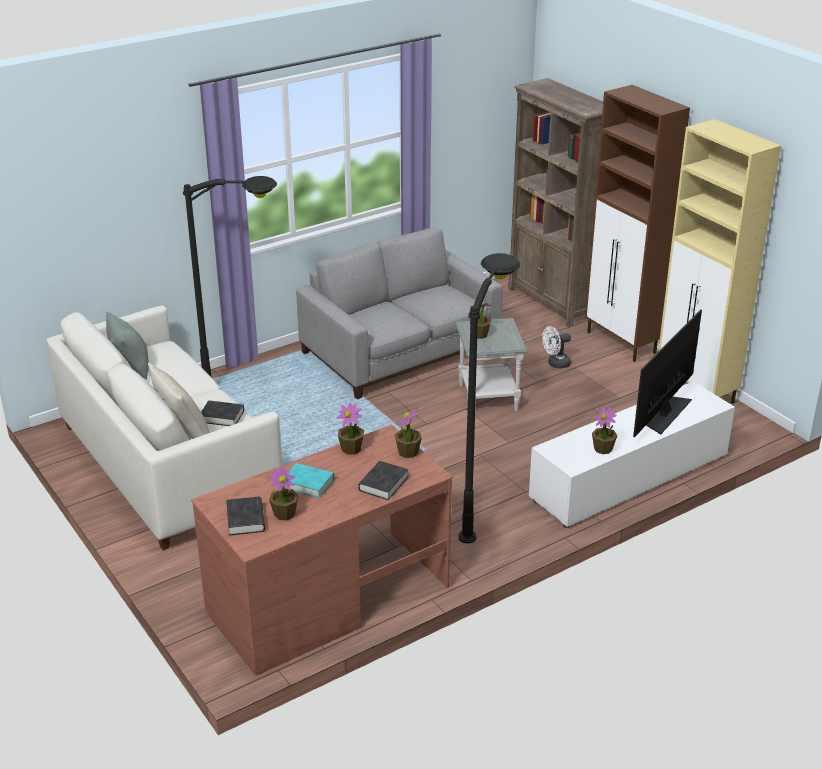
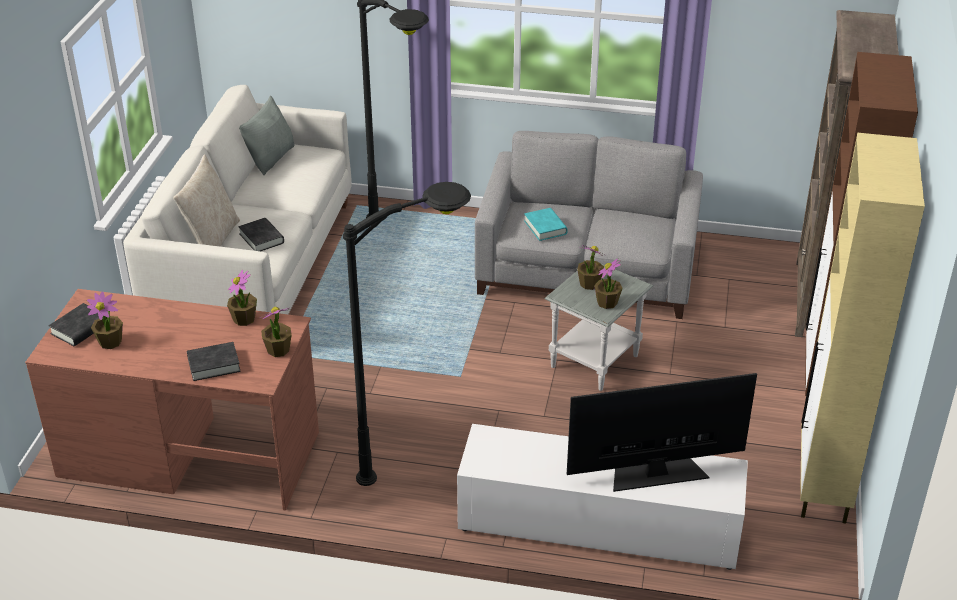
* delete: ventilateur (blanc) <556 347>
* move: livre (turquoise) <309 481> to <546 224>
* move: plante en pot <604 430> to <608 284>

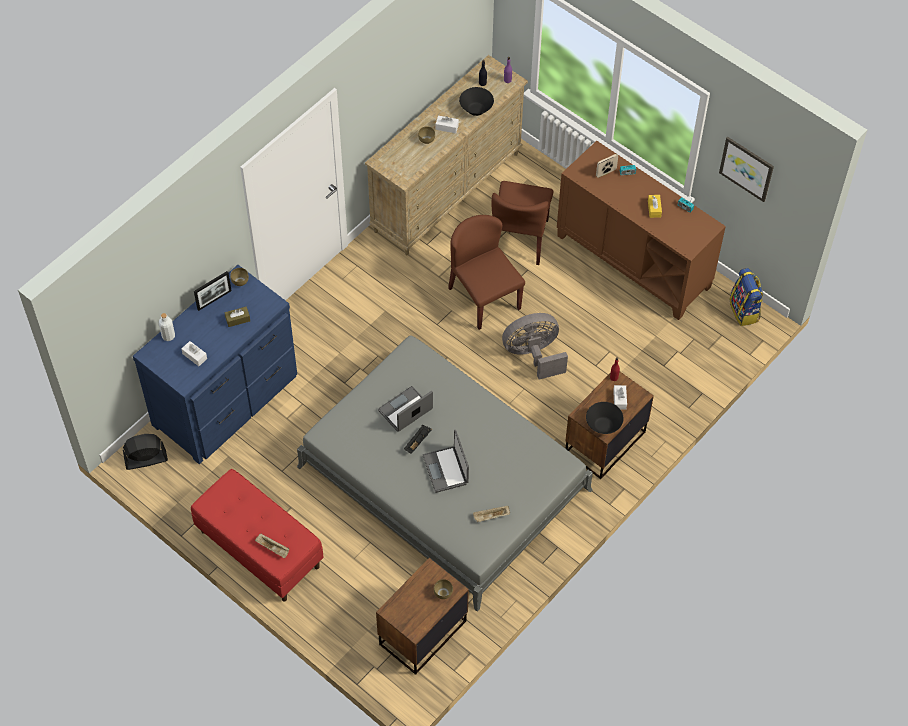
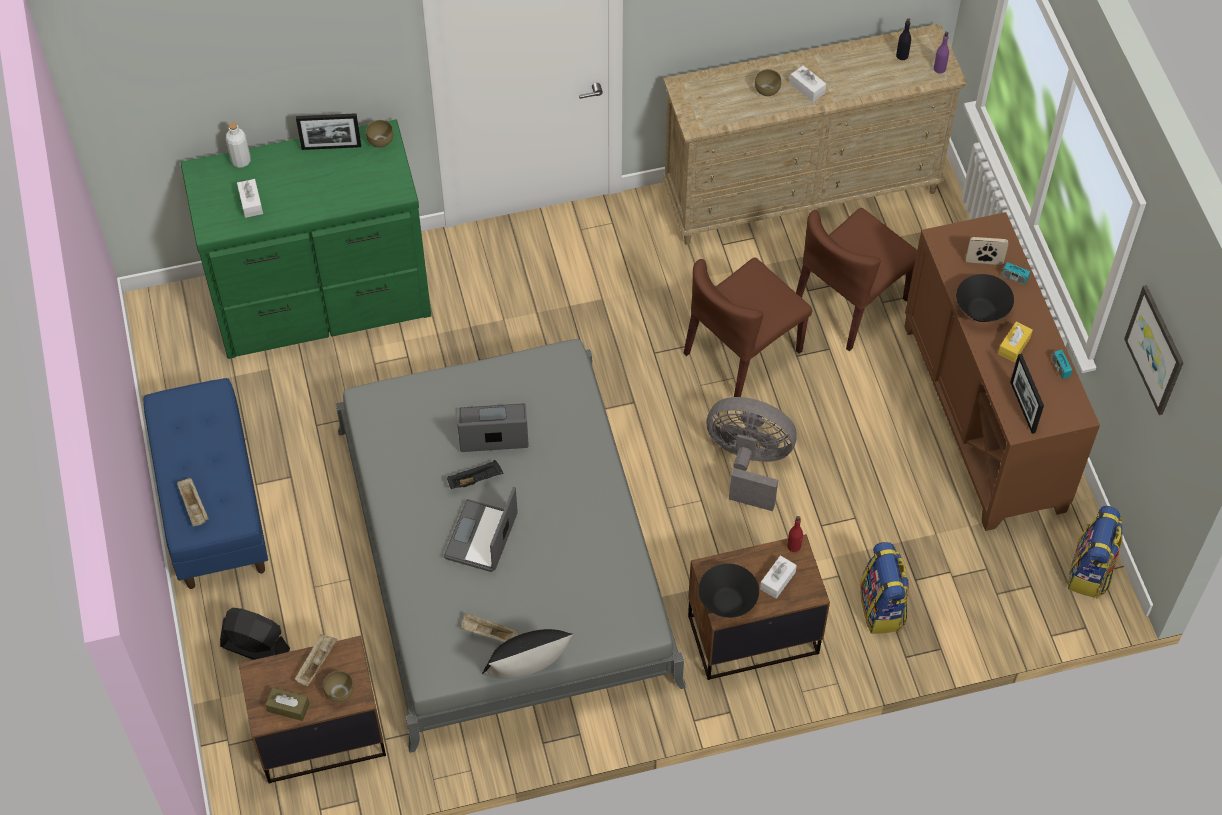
* insert: plateau (beige) <316 660>
* insert: coussin (noir) <527 654>
* insert: sac à dos <884 588>
* insert: cadre photo <1027 394>
* move: ventilateur (noir) <145 452> to <255 634>
* move: boîte à mouchoirs (marron) <237 317> to <287 704>
* move: bol (noir) <476 101> to <985 298>
* recolor: commode (bleu) <215 364> to commode (vert) <306 239>
* recolor: banc (rouge) <257 535> to banc (bleu) <206 483>
* rotate: chaise (marron) <486 272> = <747 327> 135 degrees counterclockwise

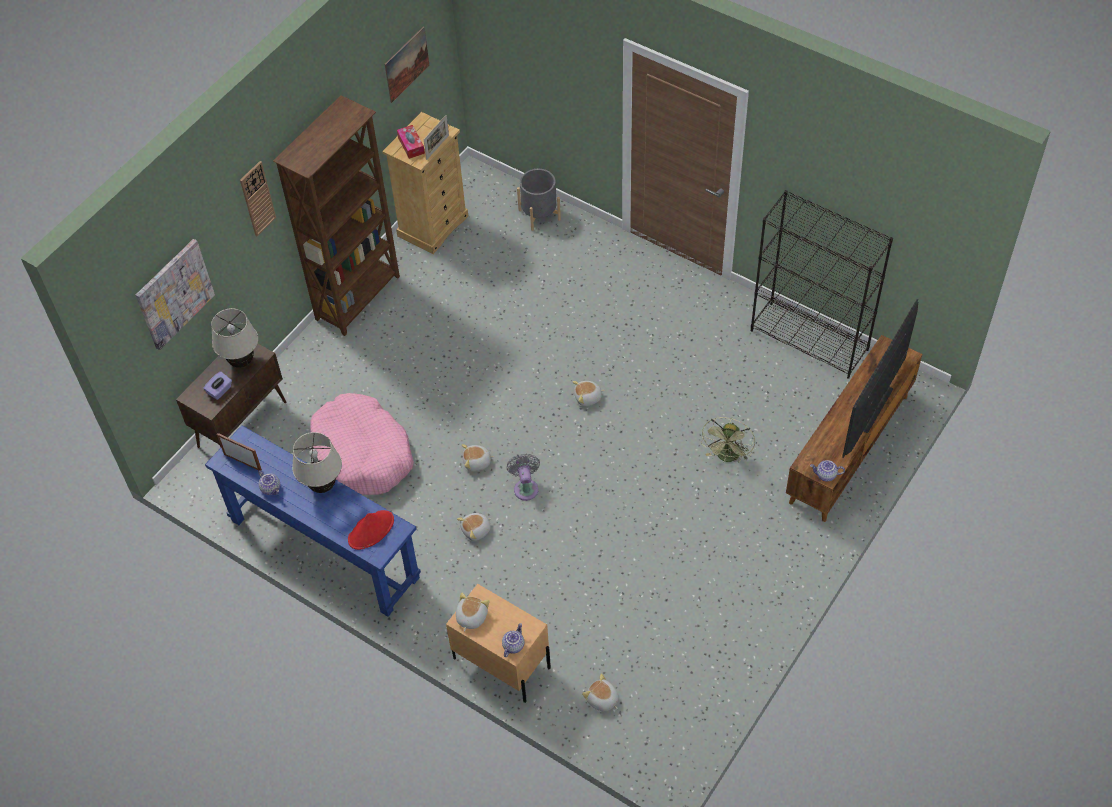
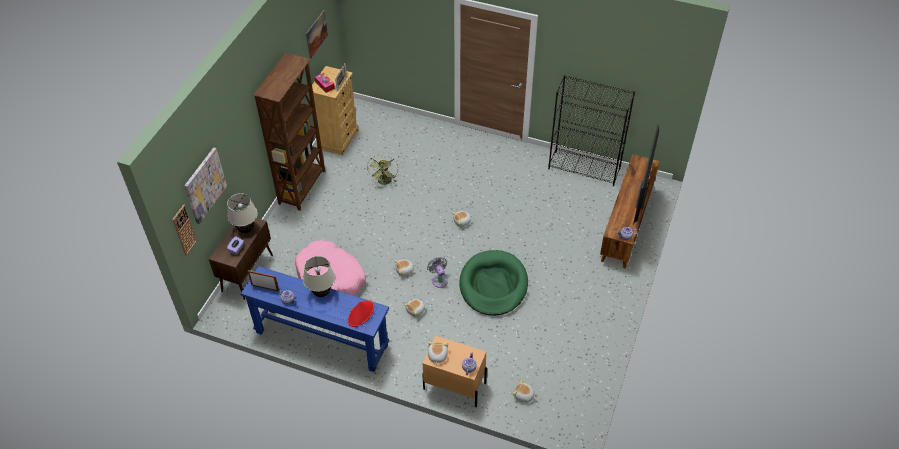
* delete: cache-pot (gris) <539 200>
* insert: panier pour chien (vert) <493 283>
* move: horloge murale <258 198> to <184 230>
* move: ventilateur (vert) <728 440> to <382 170>

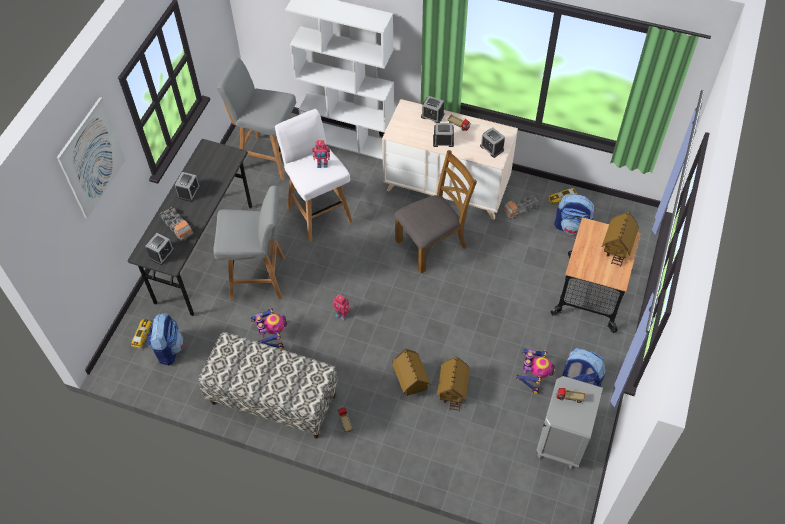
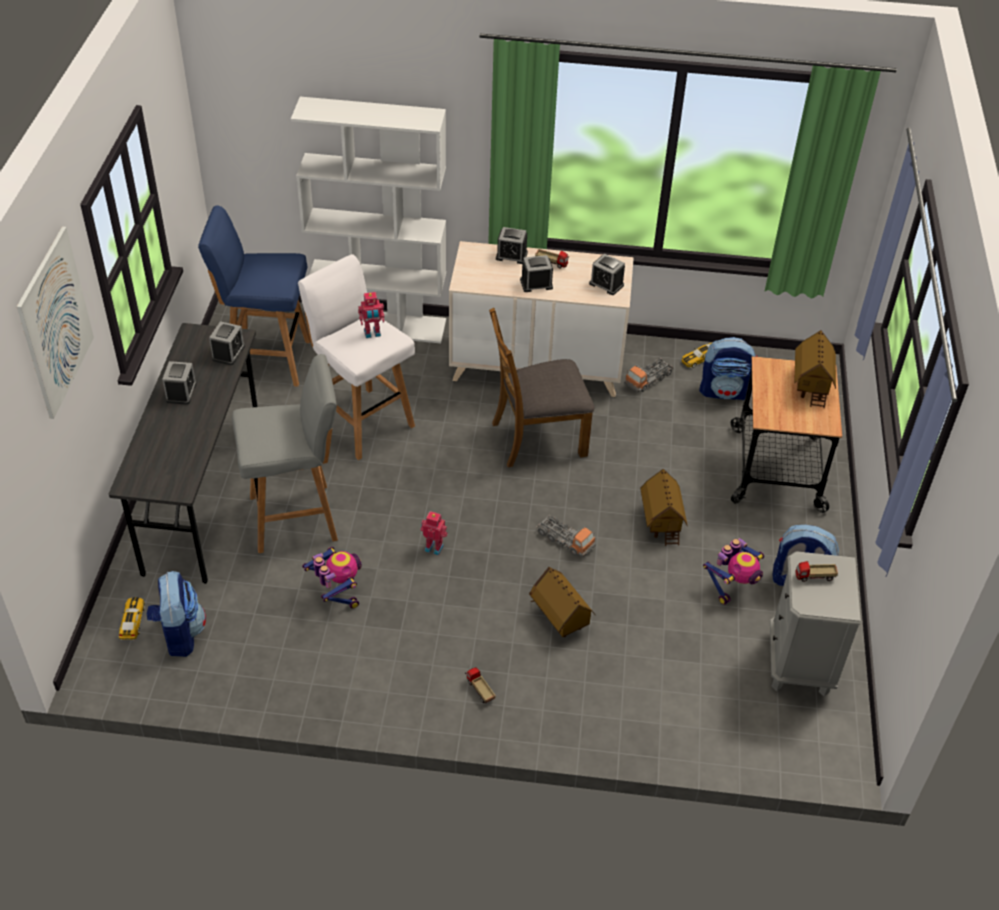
* delete: banc <268 385>
* move: réveil <160 249> to <227 343>
* move: camion jouet <177 224> to <566 535>
* move: maison miniature <453 384> to <664 507>
* recolor: tabouret (gris) <256 119> to tabouret (bleu) <254 296>
* rotate: chaise (marron) <435 211> = <541 387> 150 degrees counterclockwise
* rotate: robot jouet <535 371> = <733 571> 45 degrees clockwise

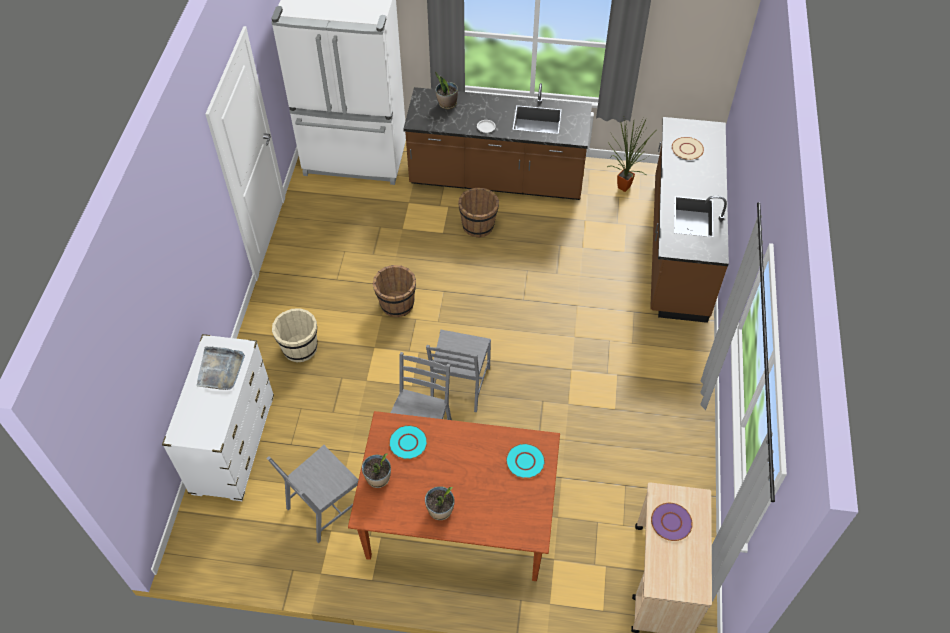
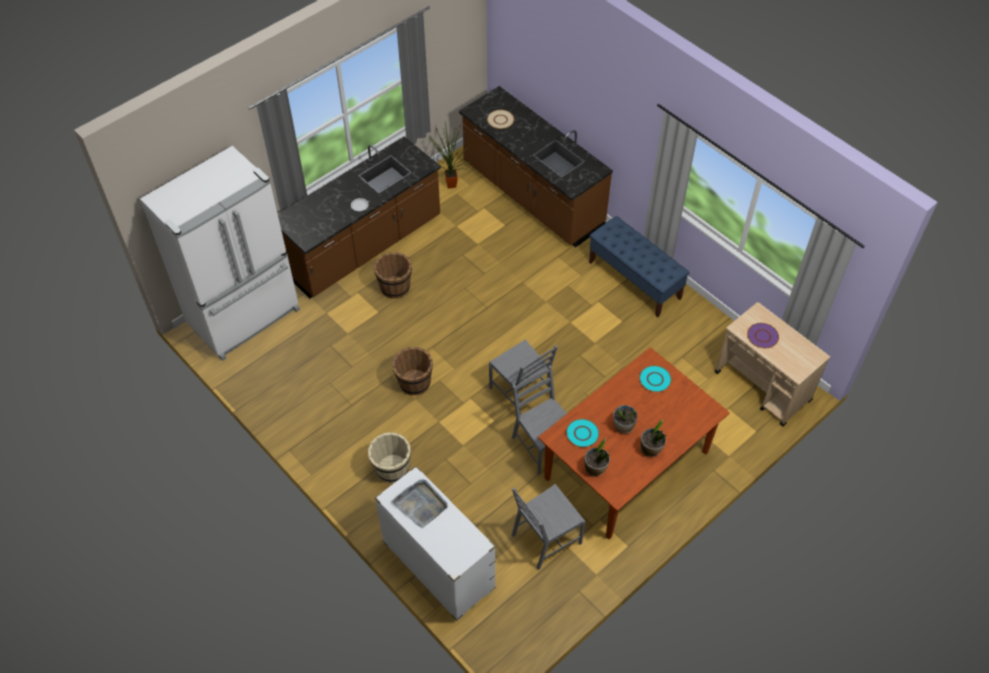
* insert: banc (bleu) <639 267>
* move: plante en pot <446 90> to <625 419>
* rotate: chaise (gris) <313 494> = <548 527> 60 degrees clockwise

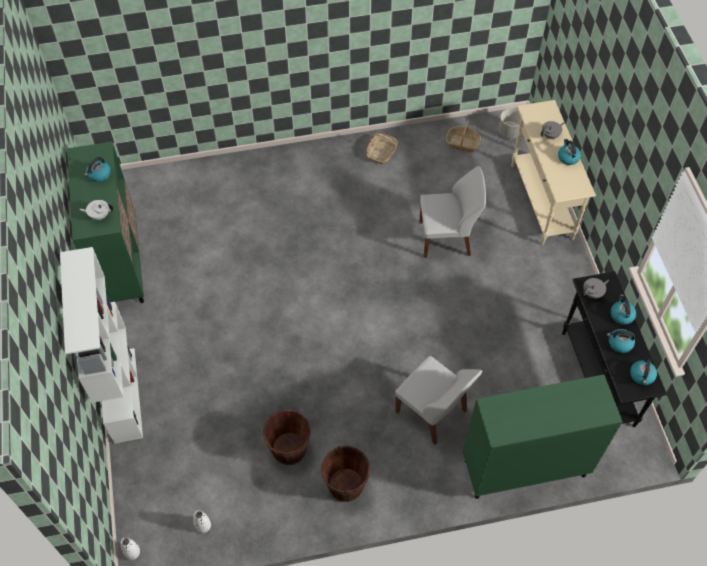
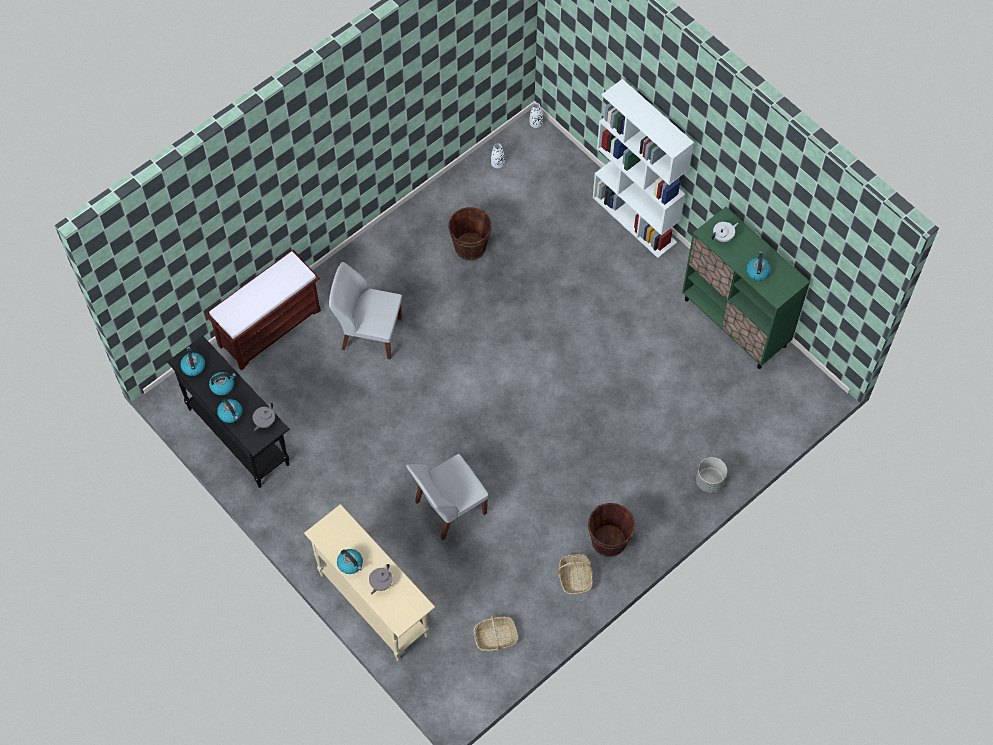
* move: seau (marron) <345 474> to <611 530>
* move: cache-pot (gris) <509 123> to <711 475>
* replace: meuble de rangement (vert) <543 437> to banc (marron) <263 310>

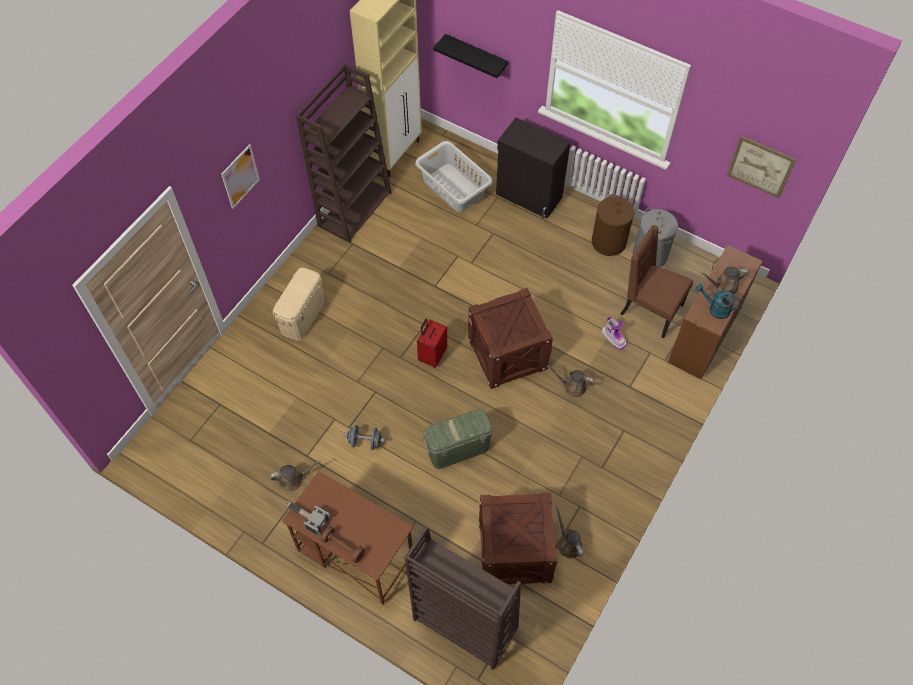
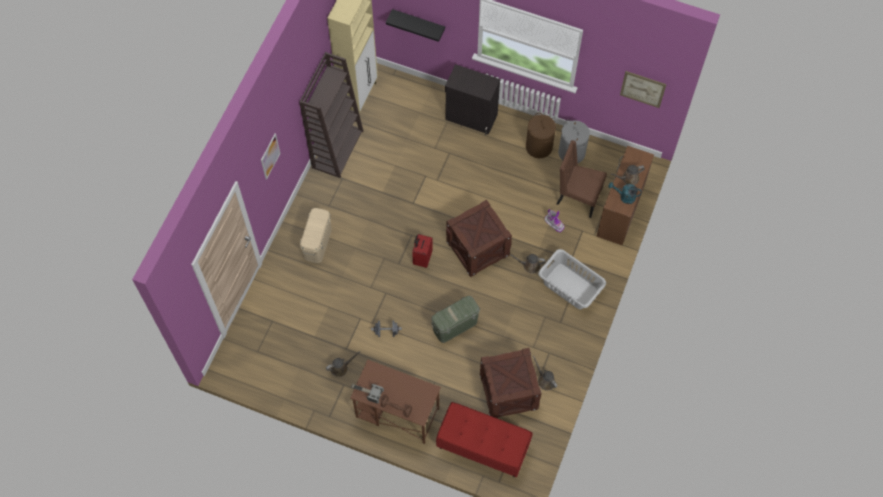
* move: panier à linge (gris) <453 176> to <572 279>
* replace: bibliothèque (marron) <463 597> to banc (rouge) <484 439>

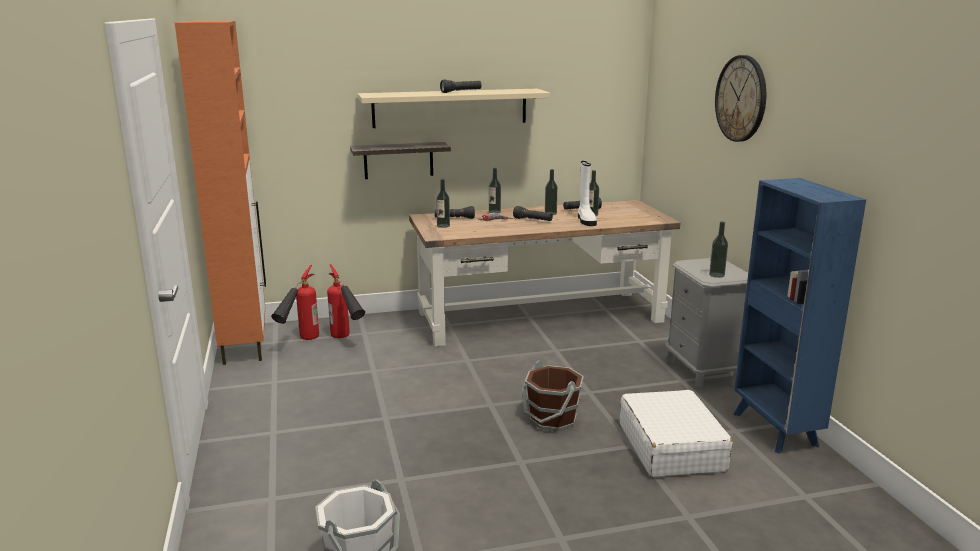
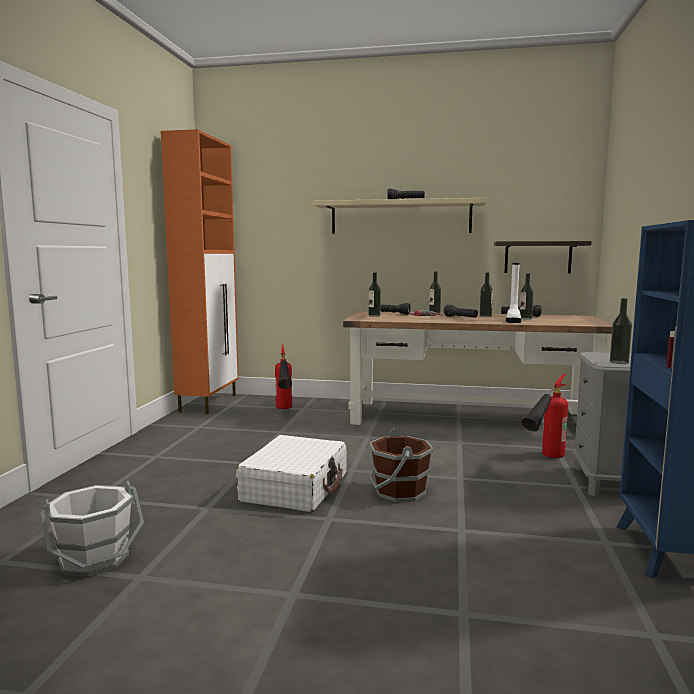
* delete: horloge murale <740 98>
* move: extincteur <295 302> to <545 415>
* move: étagère <400 160> to <543 257>
* move: valise (blanc) <676 433> to <291 473>

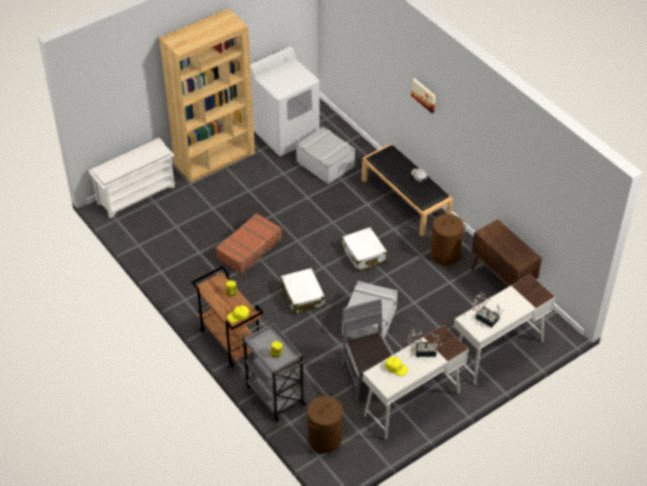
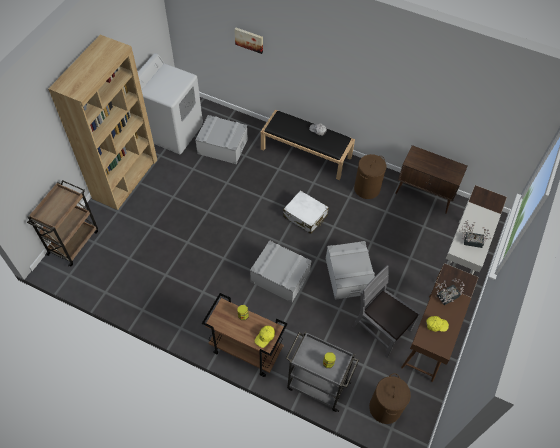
* delete: valise (marron) <248 243>
* move: tableau <423 95> to <249 41>
* replace: étagère à chaussures (blanc) <132 178> to chariot (marron) <62 223>
* replace: valise (blanc) <303 291> to boîte de rangement (gris) <281 271>
* recolor: bureau (blanc) <416 382> to bureau (marron) <440 322>

